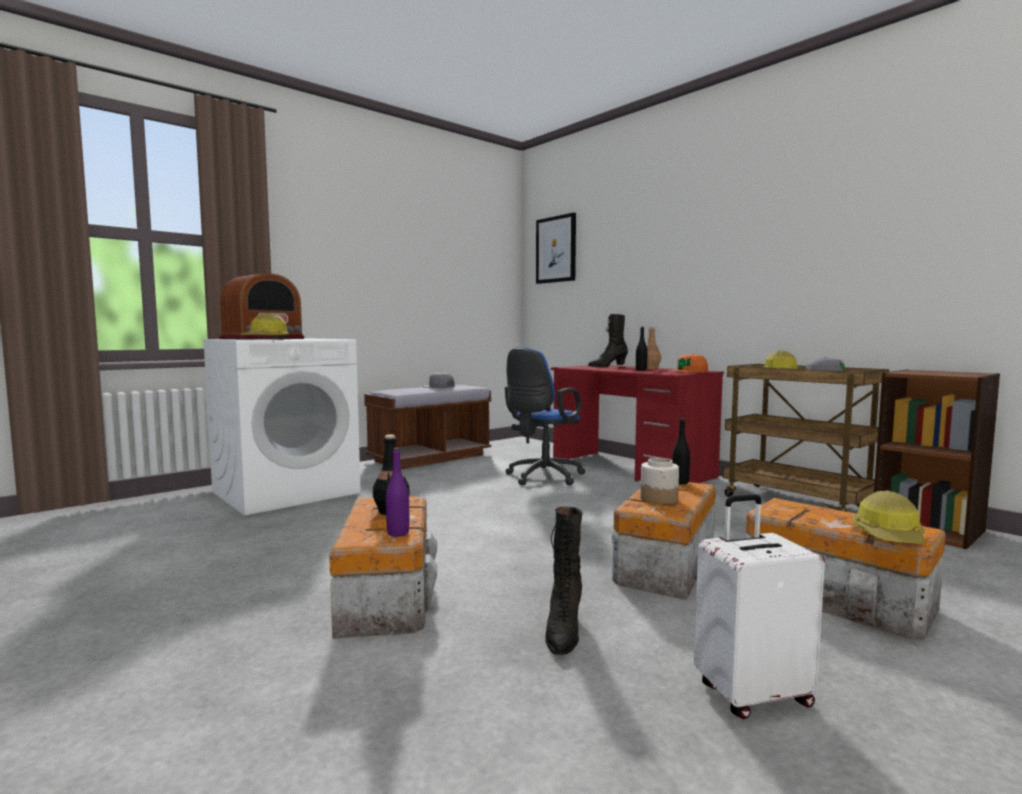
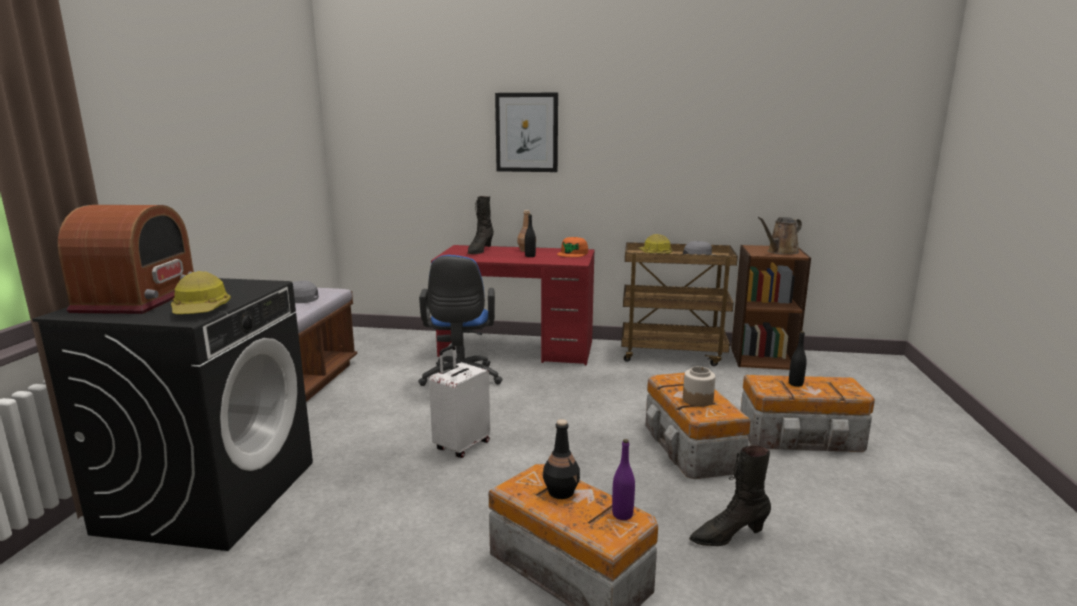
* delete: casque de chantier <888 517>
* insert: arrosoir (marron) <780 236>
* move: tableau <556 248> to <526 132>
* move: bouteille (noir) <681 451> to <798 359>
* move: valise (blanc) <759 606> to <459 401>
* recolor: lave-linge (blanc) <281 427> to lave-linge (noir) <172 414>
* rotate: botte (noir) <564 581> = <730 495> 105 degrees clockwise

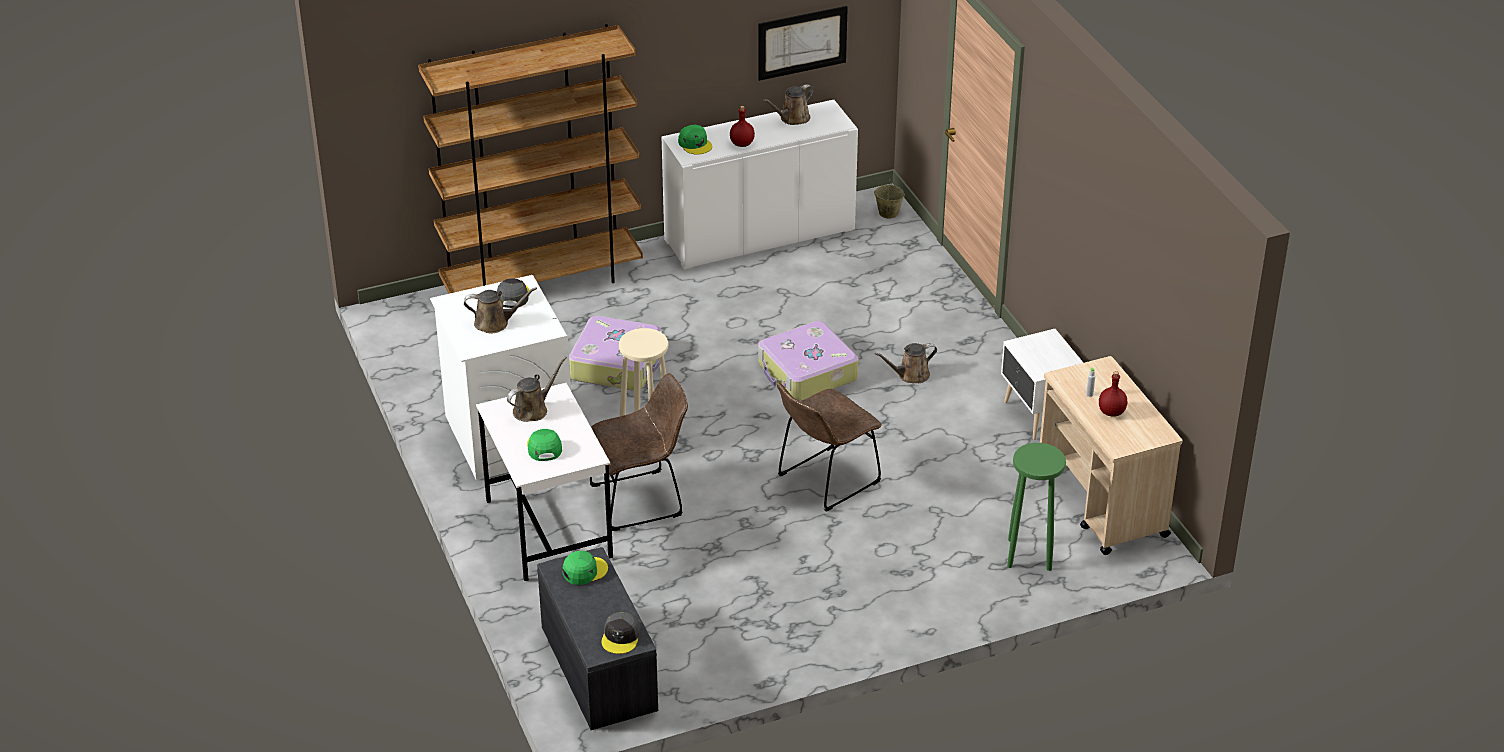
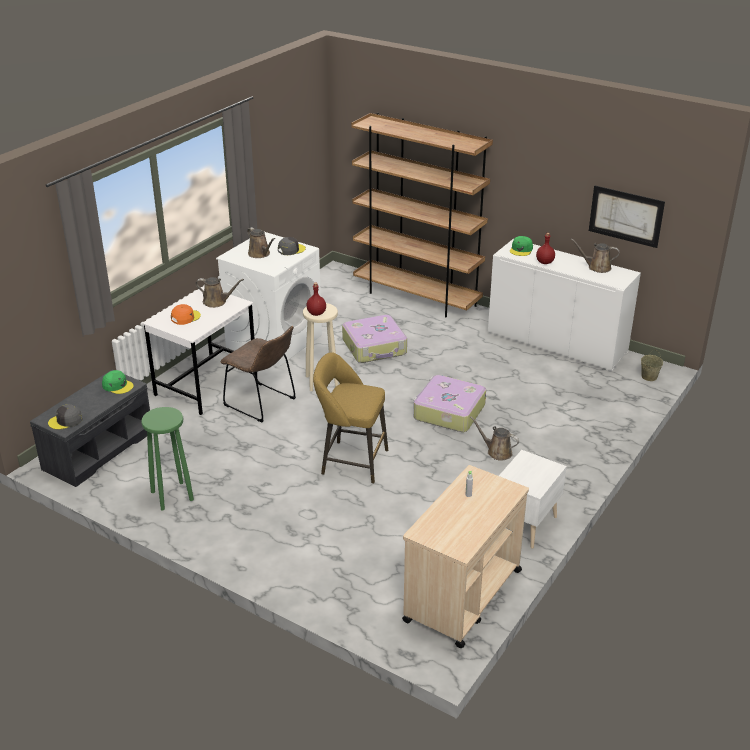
* move: tabouret (vert) <1036 507> to <167 459>
* move: bouteille (rouge) <1113 394> to <316 299>
* replace: chaise (marron) <829 447> to tabouret (jaune) <350 418>
* recolor: casquette (vert) <544 445> to casquette (orange) <186 314>

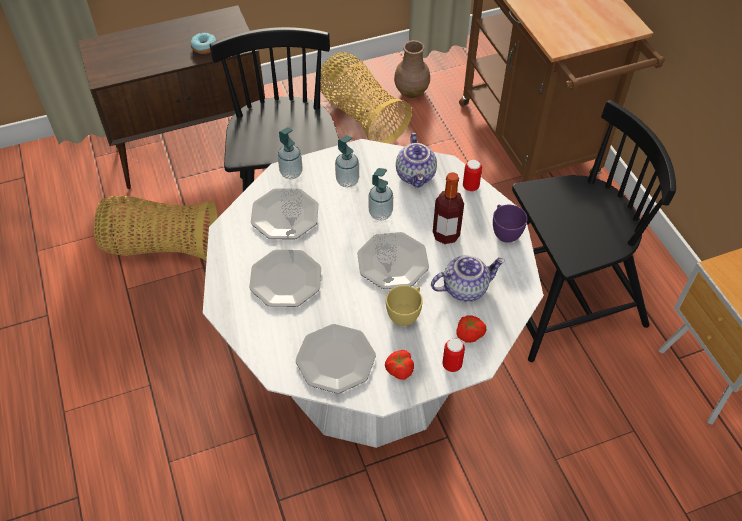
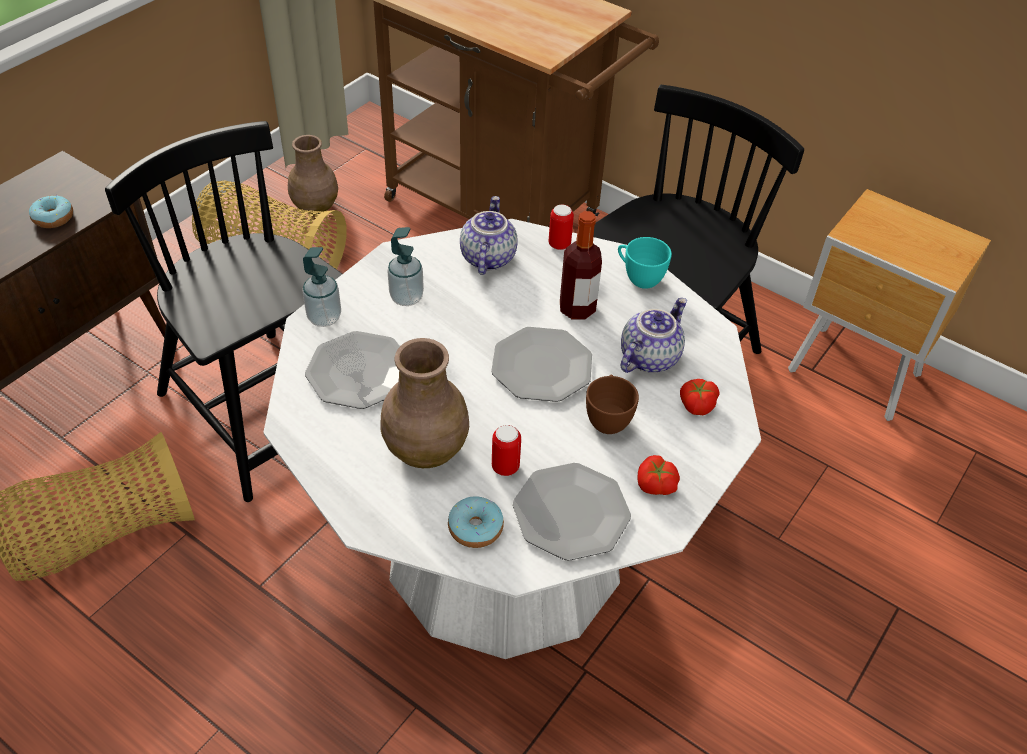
* delete: distributeur de savon <381 194>
* insert: beignet <476 522>
* move: boîte métallique <453 355> to <506 450>
* replace: assiette <285 278> to vase (marron) <424 403>
* recolor: tasse (jaune) <404 305> to tasse (marron) <612 404>
* recolor: tasse (violet) <510 223> to tasse (turquoise) <645 263>
* rotate: théière <416 160> = <489 235> 135 degrees counterclockwise

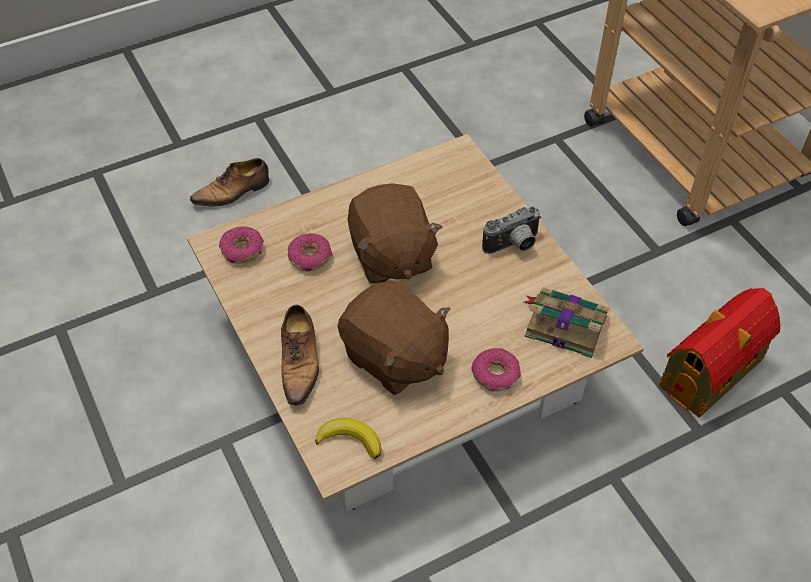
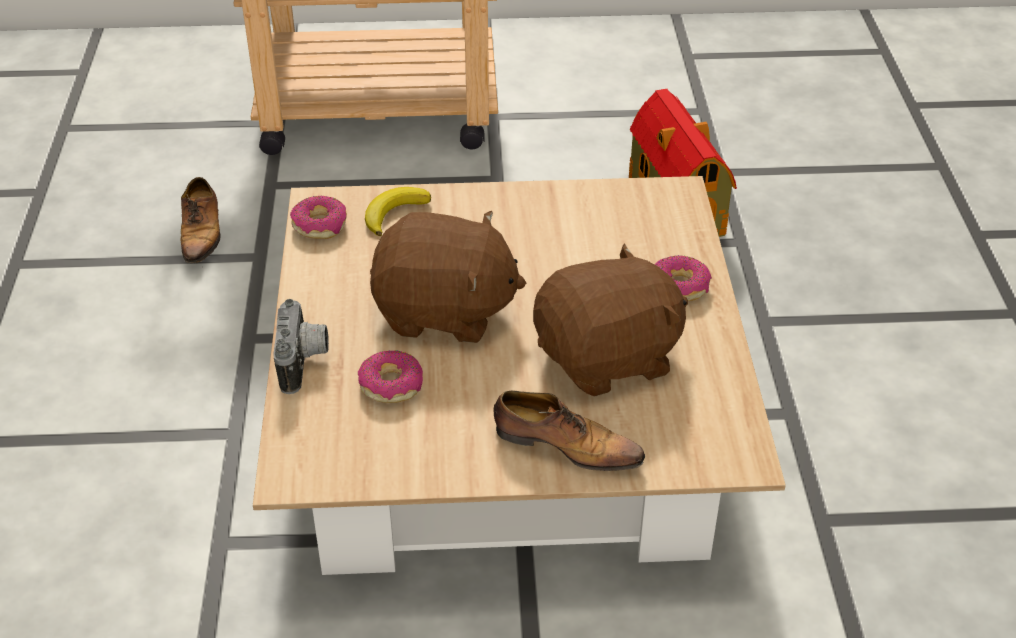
* delete: livre <566 322>
* move: chaussure <229 182> to <200 220>
* move: beignet <241 245> to <318 217>
* move: banane <348 438> to <398 211>
* move: appareil photo <511 230> to <301 346>

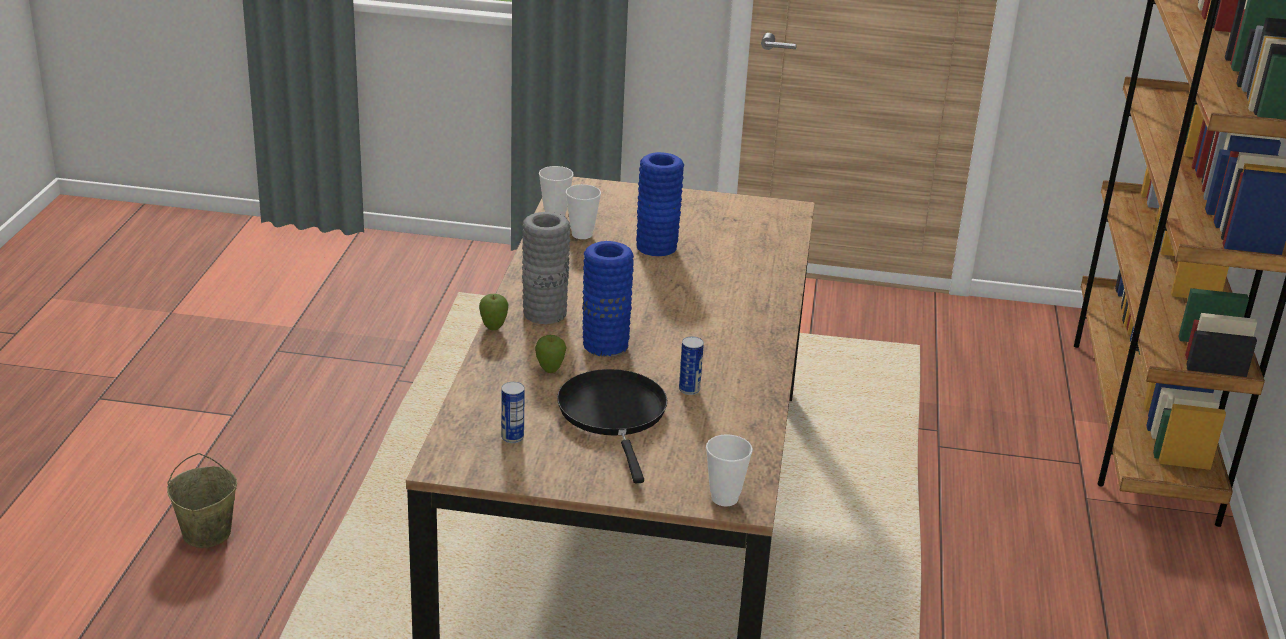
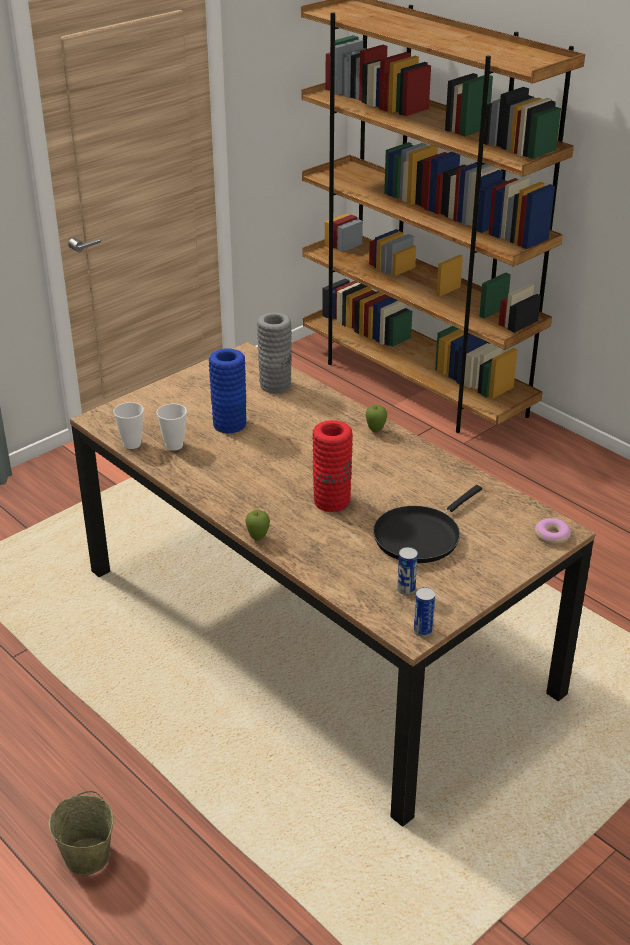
* move: vase (gris) <546 268> to <274 353>
* move: pomme <551 354> to <376 418>
* move: boîte métallique <691 365> to <424 612>
* replace: tasse <729 470> to beignet <553 531>
* recolor: vase (bleu) <608 299> to vase (rouge) <332 466>
* rotate: poêle (noir) <612 426> = <427 524> 75 degrees counterclockwise

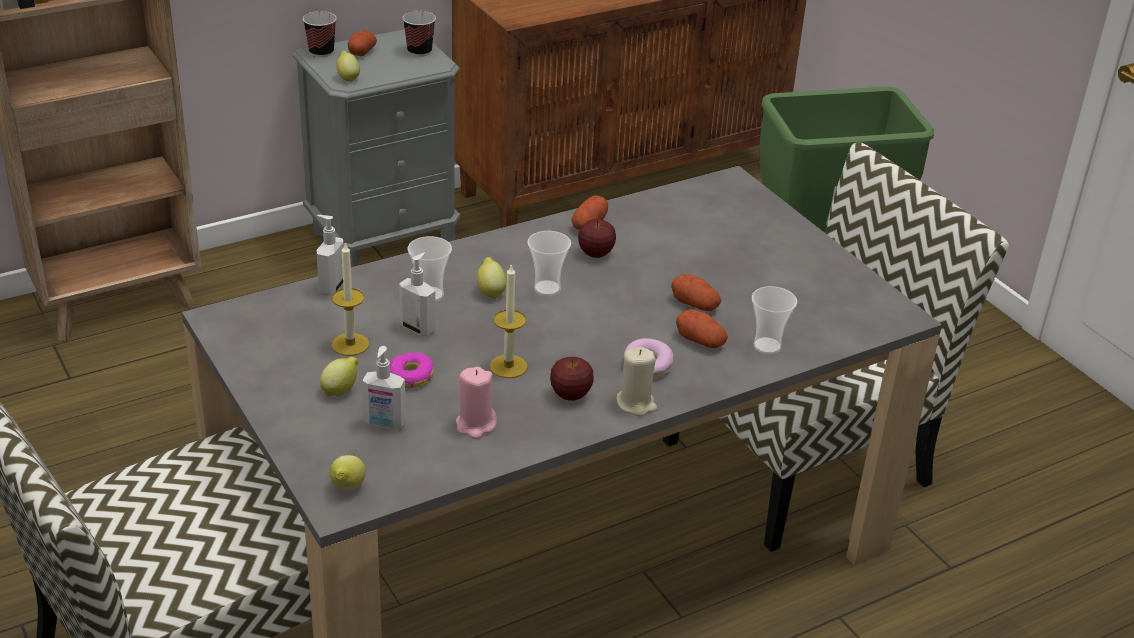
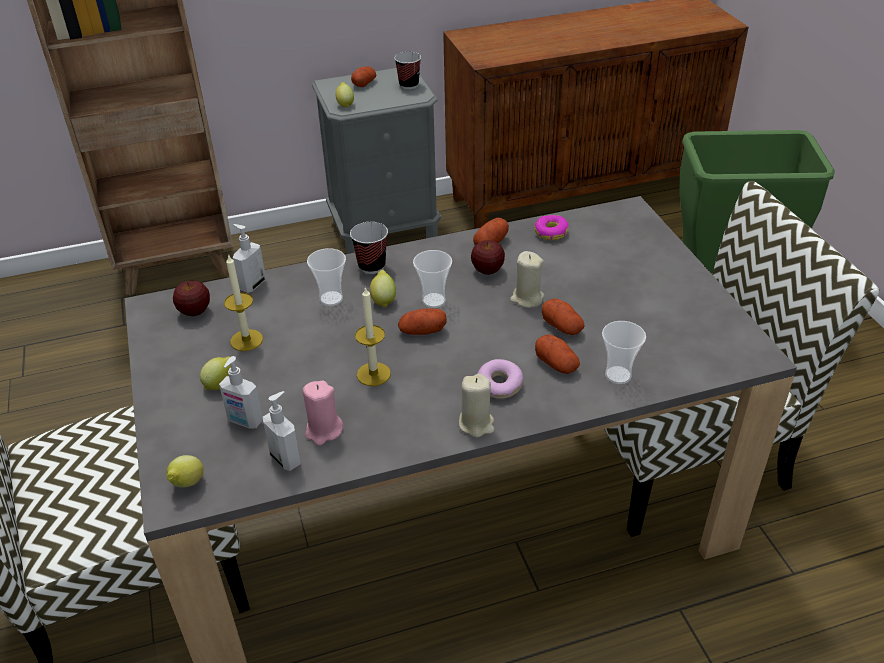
* insert: pomme de terre <422 321>
* insert: bougie (beige) <527 279>
* move: tasse <320 34> to <369 248>
* move: beignet <412 370> to <552 227>
* move: distributeur de savon <417 294> to <282 431>
* move: pomme <572 379> to <191 298>

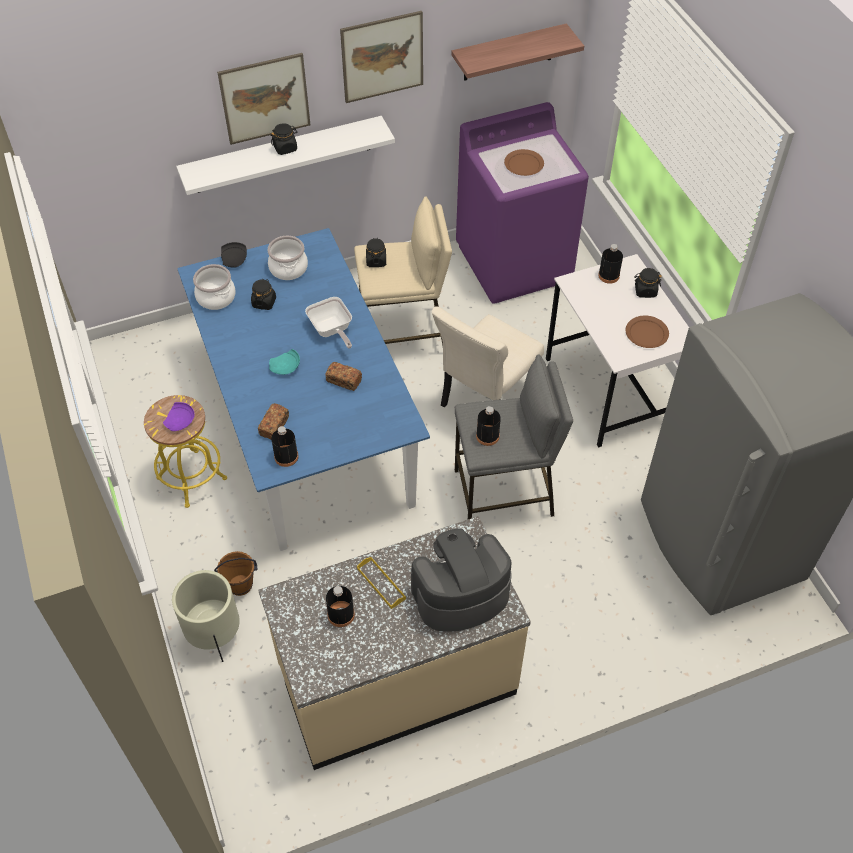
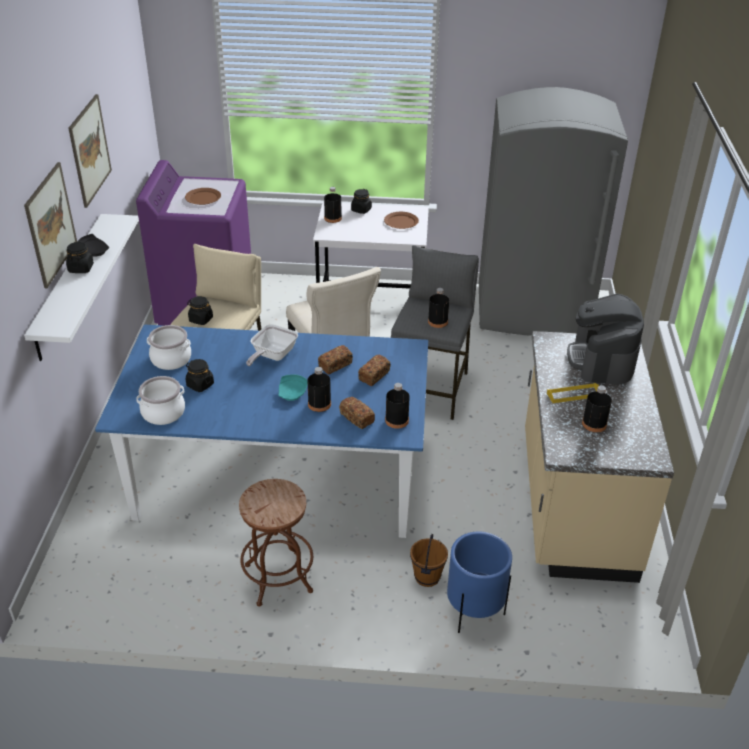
* delete: assiette (violet) <179 416>
* delete: étagère <517 52>
* insert: bouteille (noir) <319 389>
* insert: pain <374 370>
* move: assiette (noir) <234 255> to <93 245>
* recolor: tabouret (jaune) <185 451> to tabouret (marron) <276 543>
* recolor: cache-pot (beige) <206 616> to cache-pot (bleu) <479 582>
* rotate: poêle <328 323> = <272 345> 120 degrees clockwise

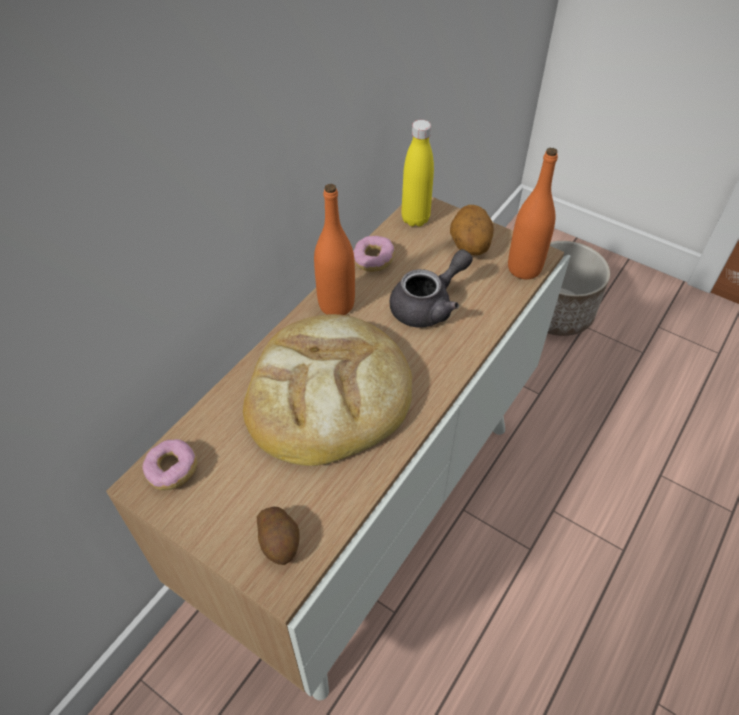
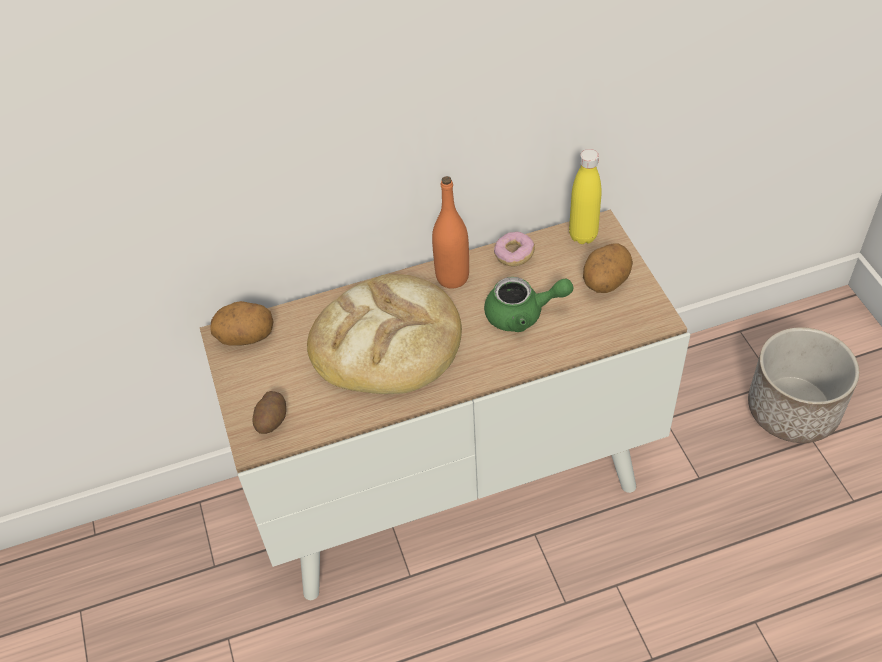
* delete: bouteille (orange) <533 213>
* replace: beignet <170 464> to pomme de terre <242 323>
* recolor: théière (gris) <431 288> to théière (vert) <529 304>

